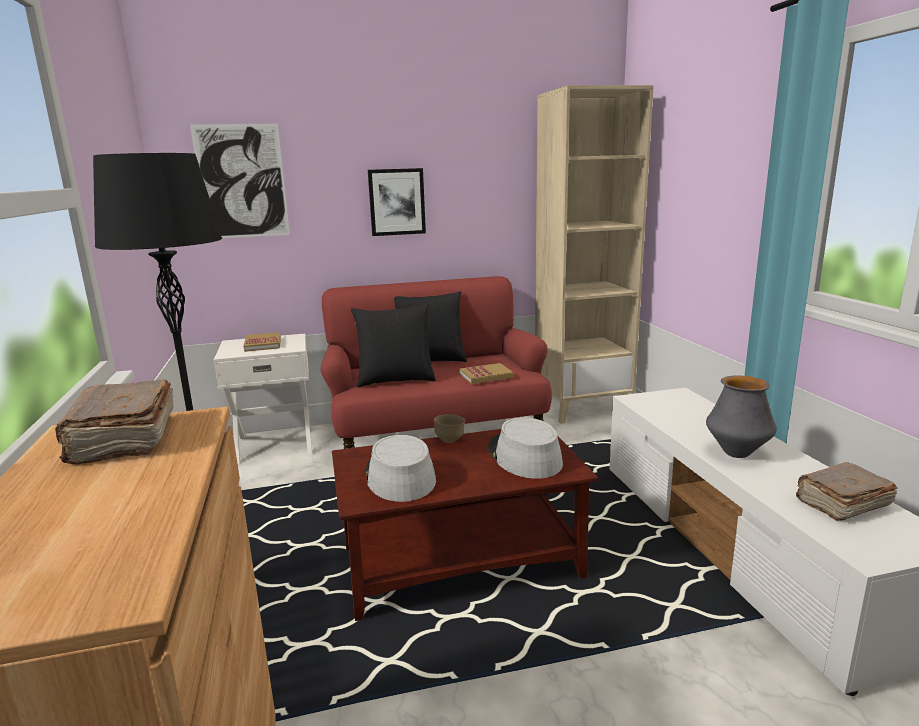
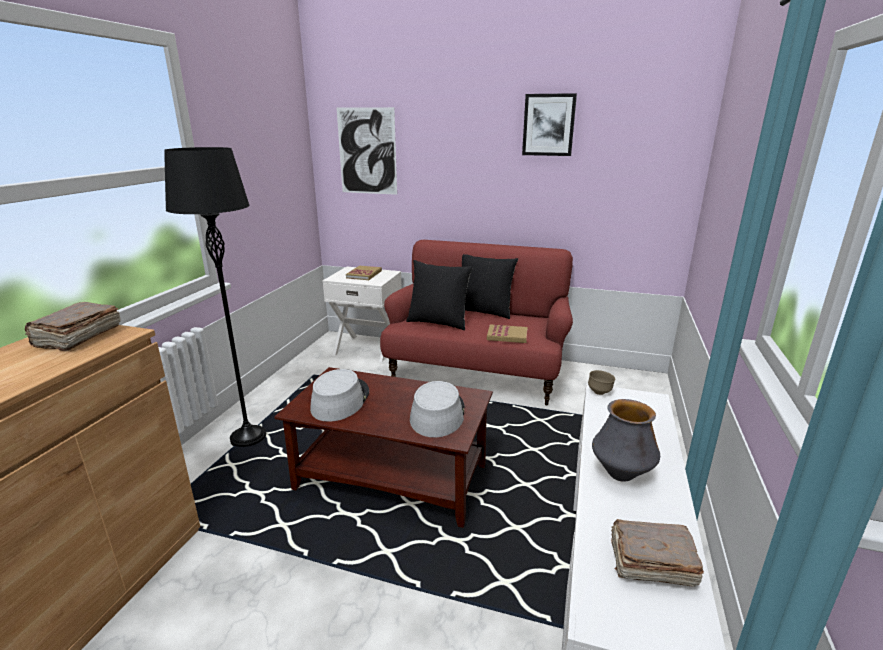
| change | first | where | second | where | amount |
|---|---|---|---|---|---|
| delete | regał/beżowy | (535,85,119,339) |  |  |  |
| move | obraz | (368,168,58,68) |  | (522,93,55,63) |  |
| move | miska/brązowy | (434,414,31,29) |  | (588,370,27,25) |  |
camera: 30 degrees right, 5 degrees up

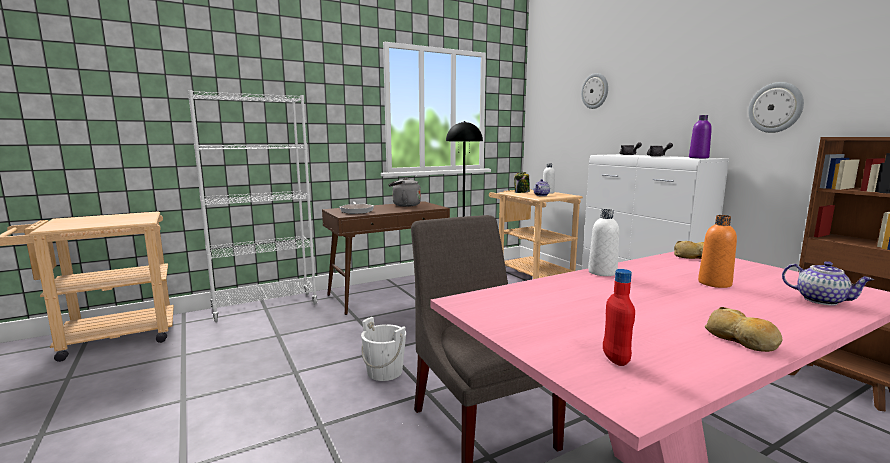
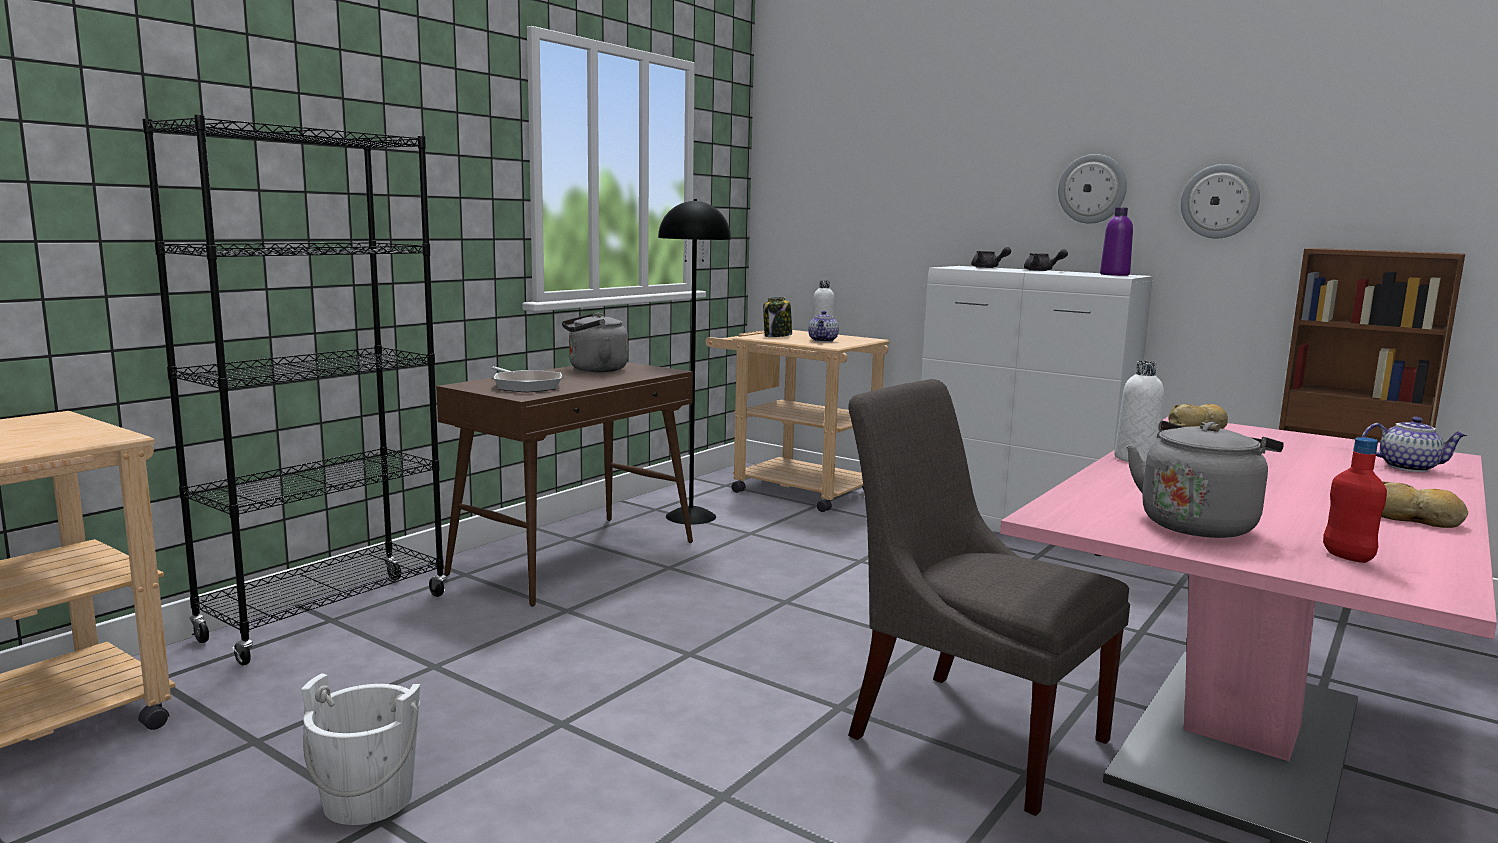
| change | first | where | second | where | amount |
|---|---|---|---|---|---|
| move | zegar ścienny | (581,73,27,36) |  | (1058,154,69,70) |  |
| recolor | regał/biały | (188,90,129,232) | regał/czarny | (142,115,304,550) |  |
| delete | butelka/pomarańczowy | (698,215,39,73) |  |  |  |
| move | wiadro/biały | (361,317,45,64) |  | (301,673,119,152) |  |
| insert |  |  | czajnik/szary | (1127,420,157,118) |  |
camera: 25 degrees left, 0 degrees up

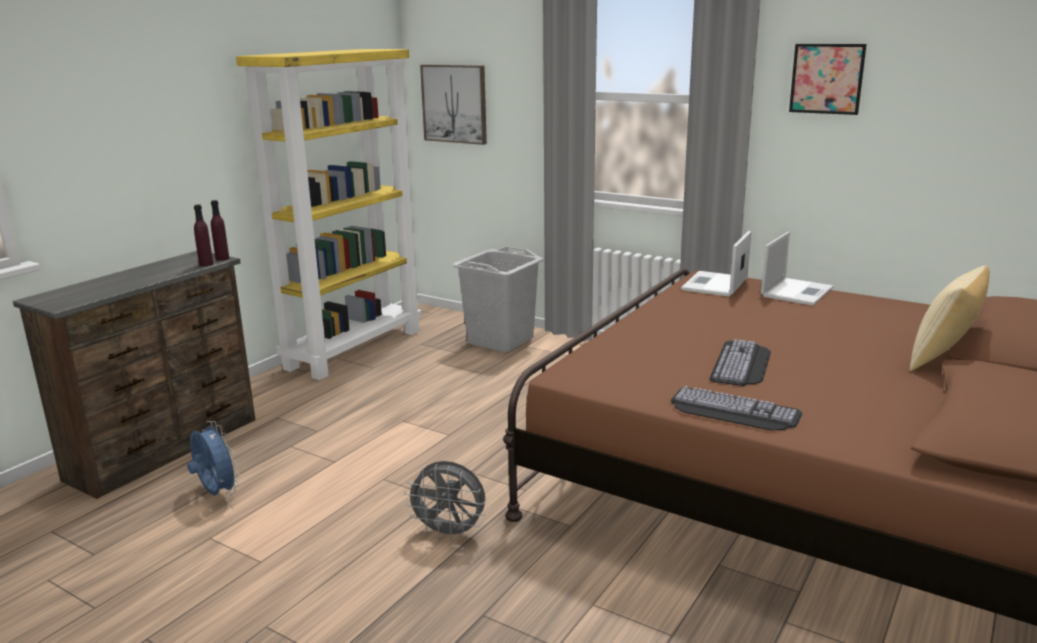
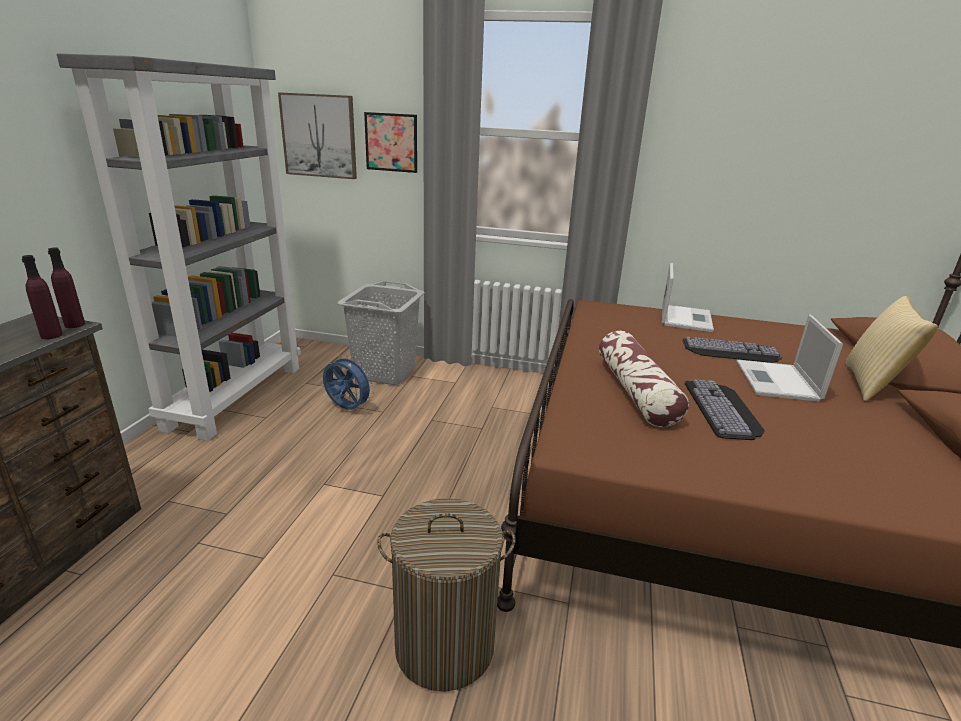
| change | first | where | second | where | amount |
|---|---|---|---|---|---|
| move | obraz | (789,44,77,71) |  | (364,112,53,61) |  |
| recolor | regał/żółty | (236,49,186,331) | regał/szary | (57,53,244,388) |  |
| move | laptop | (681,231,70,66) |  | (736,314,107,88) |  |
| move | klawiatura | (671,386,132,45) |  | (682,337,100,26) |  |
| move | wentylator/niebieski | (187,421,53,75) |  | (323,354,51,56) |  |
| replace | wentylator/szary | (404,461,82,80) | kosz na pranie | (377,498,139,194) |  |
| insert |  |  | poduszka | (599,331,90,96) |  |
camera: 20 degrees left, 5 degrees up

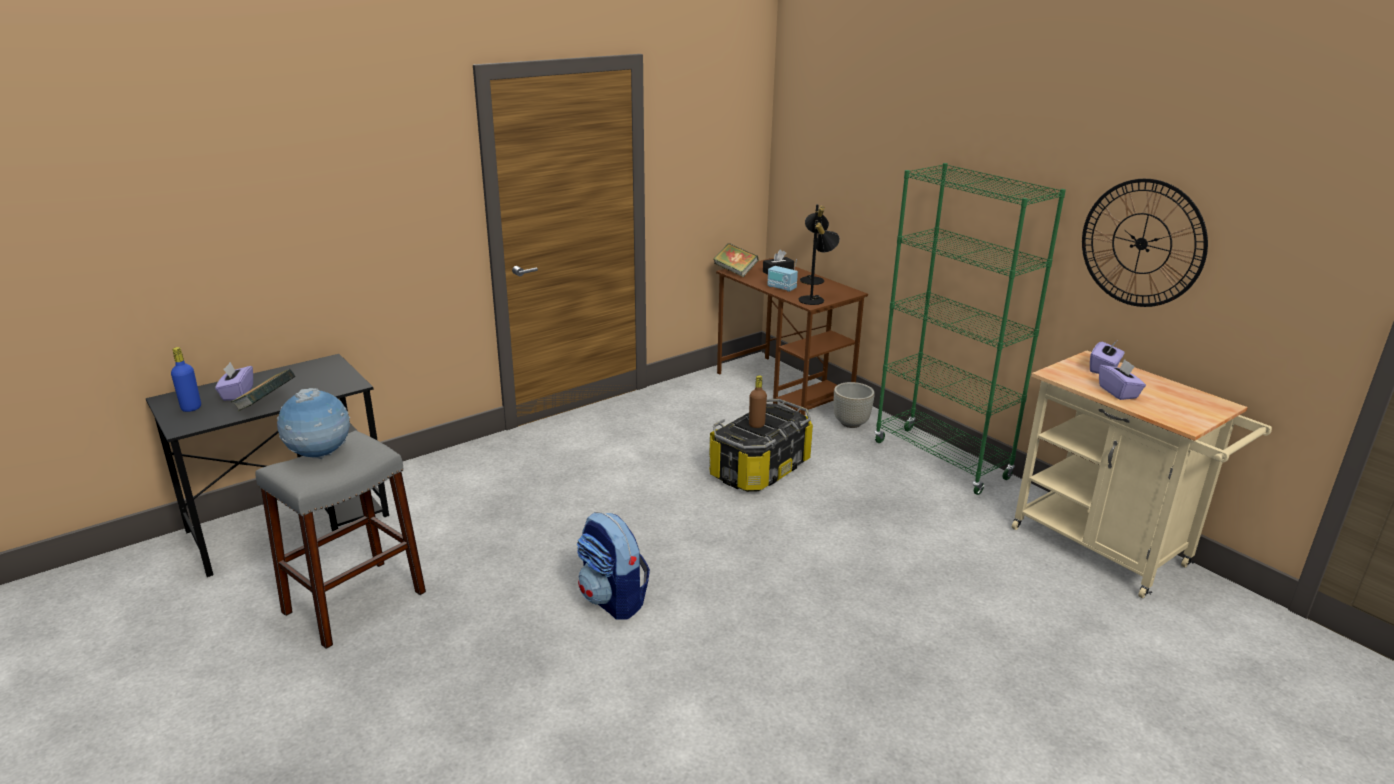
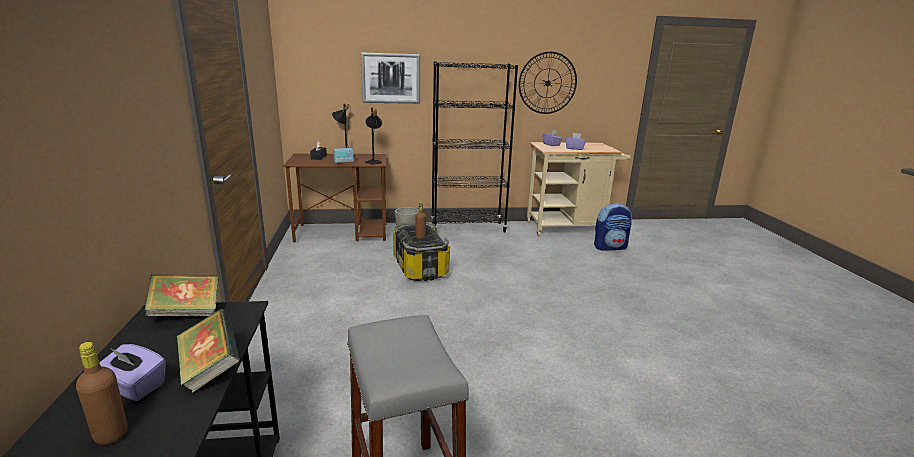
| change | first | where | second | where | amount |
|---|---|---|---|---|---|
| recolor | regał/zielony | (875,163,191,332) | regał/czarny | (431,61,87,172) |  |
| move | książka | (714,243,45,34) |  | (145,274,73,42) |  |
| recolor | butelka/niebieski | (171,347,30,65) | butelka/brązowy | (76,342,52,103) |  |
| delete | globus | (277,388,73,71) |  |  |  |
| move | plecak | (577,512,73,107) |  | (594,203,38,47) |  |
| insert |  |  | obraz | (361,52,59,52) |  |
camera: 60 degrees left, 5 degrees down

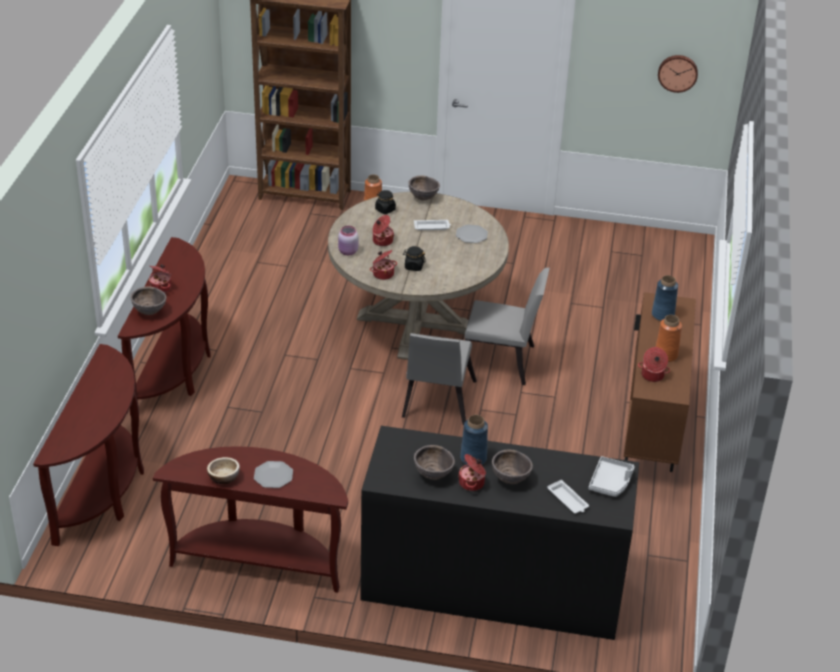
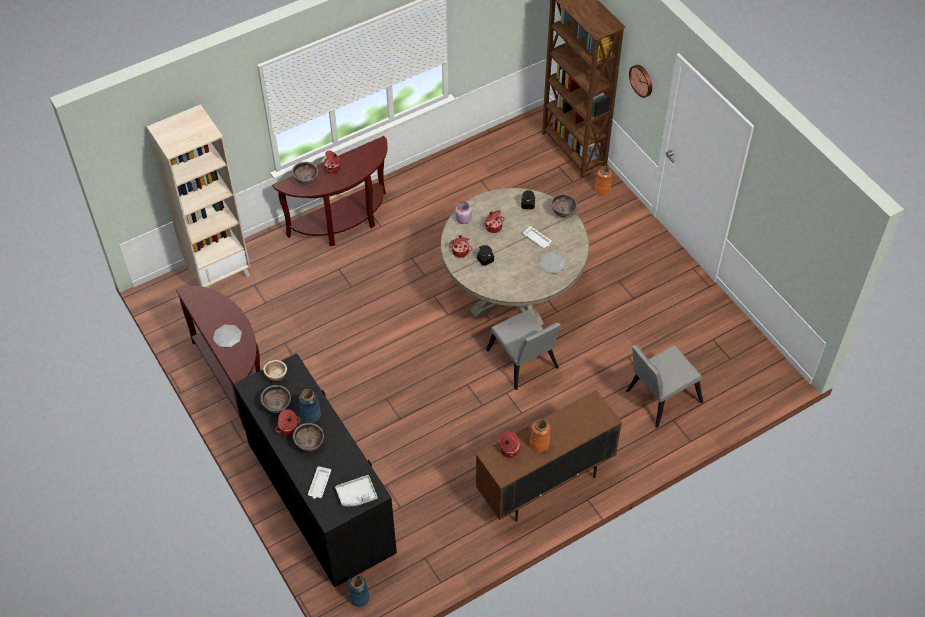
| change | first | where | second | where | amount |
|---|---|---|---|---|---|
| move | zegar ścienny | (658,55,40,38) |  | (629,65,23,33) |  |
| move | wazon/niebieski | (652,275,26,46) |  | (349,576,21,31) |  |
| move | krzesło/szary | (402,333,75,92) |  | (626,345,77,83) |  |
| replace | stolik konsolowy/brązowy | (33,344,111,202) | regał/beżowy | (147,104,103,184) |  |
| move | miska | (207,457,33,27) |  | (263,360,24,22) |  |
camera: 50 degrees right, 15 degrees up

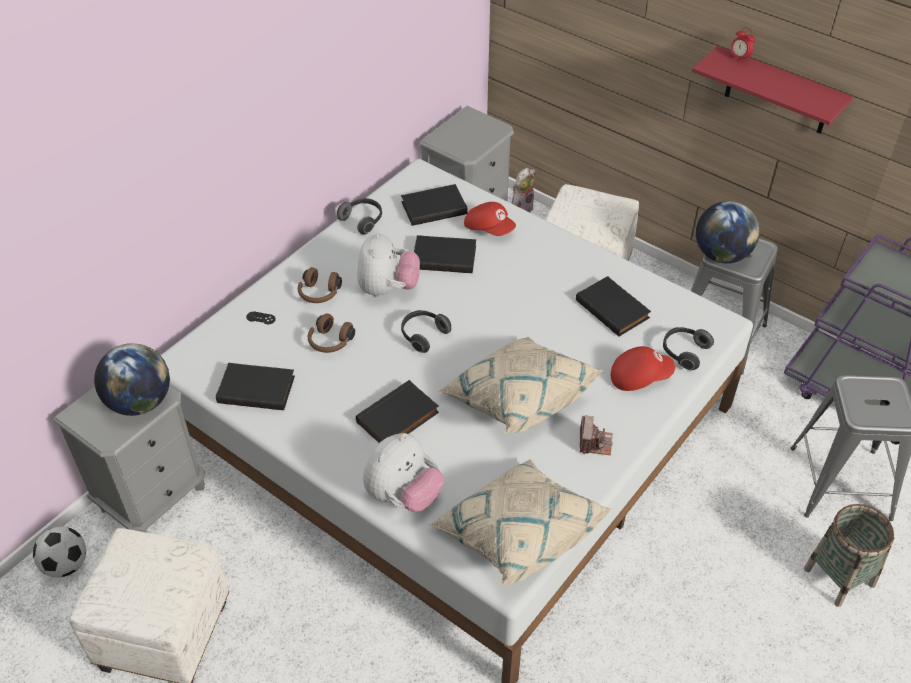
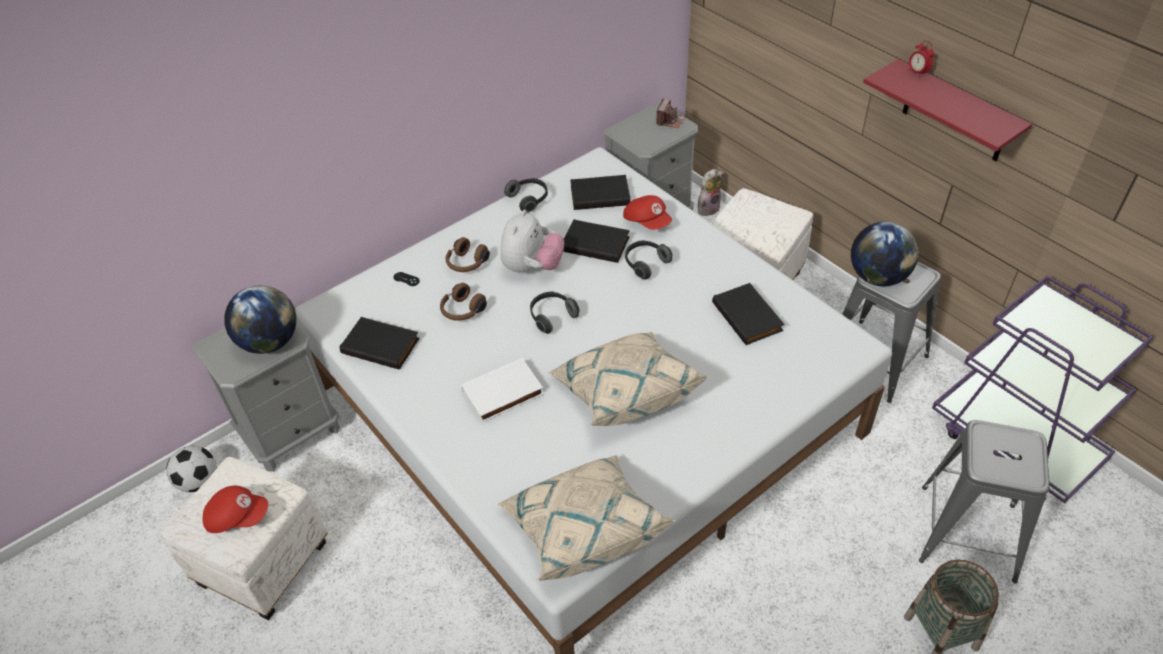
| change | first | where | second | where | amount |
|---|---|---|---|---|---|
| move | słuchawki | (663,327,51,43) |  | (625,240,47,39) |  |
| move | czapka z daszkiem/czerwony | (611,346,64,45) |  | (203,486,65,47) |  |
| recolor | książka/czarny | (356,380,83,63) | książka/biały | (461,358,83,64) |  |
| move | aparat fotograficzny | (580,415,32,40) |  | (656,98,29,30) |  |
| delete | pluszak | (363,433,81,79) |  |  |  |
camera: 15 degrees right, 0 degrees up

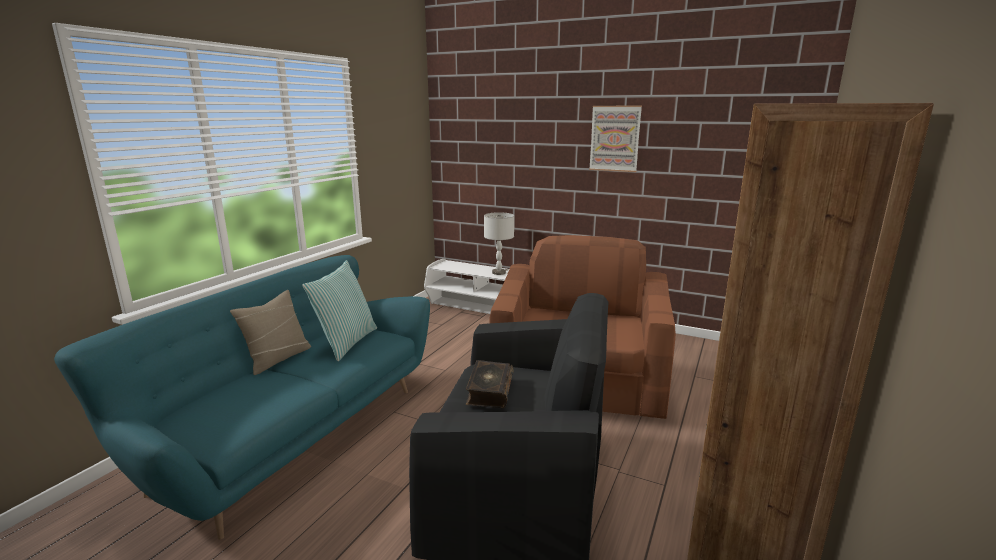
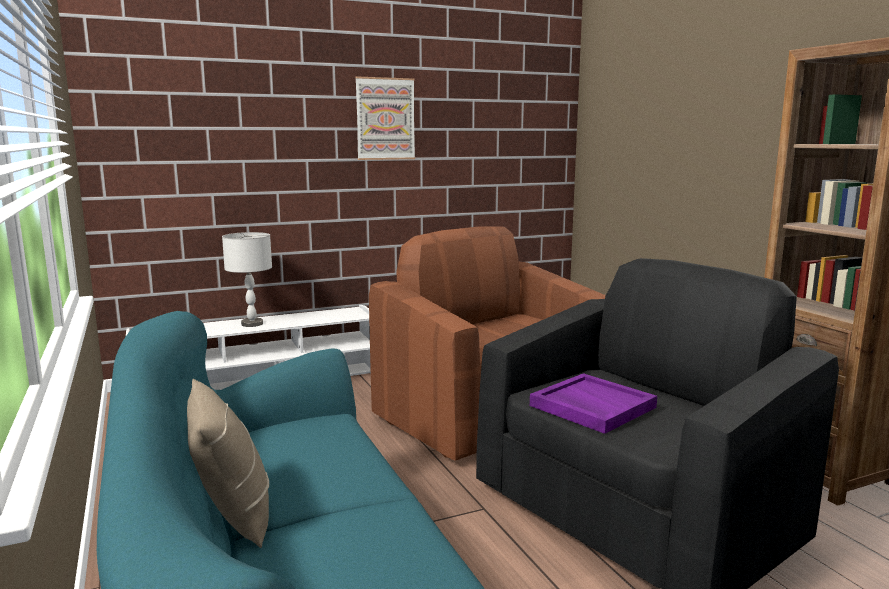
| change | first | where | second | where | amount |
|---|---|---|---|---|---|
| delete | poduszka | (302,260,75,101) |  |  |  |
| replace | książka | (466,360,47,48) | taca/fioletowy | (530,373,127,61) |  |
camera: 50 degrees left, 5 degrees down

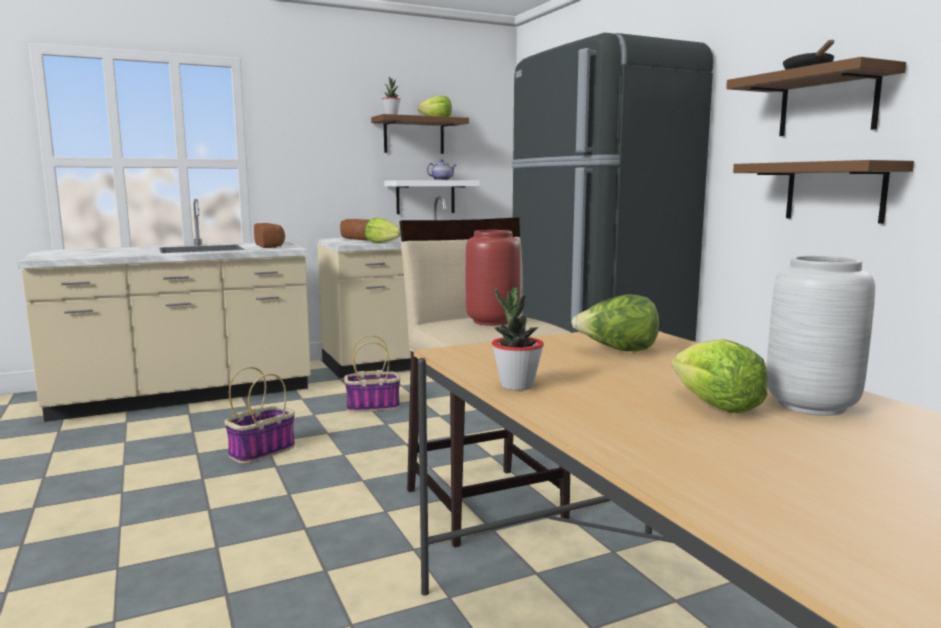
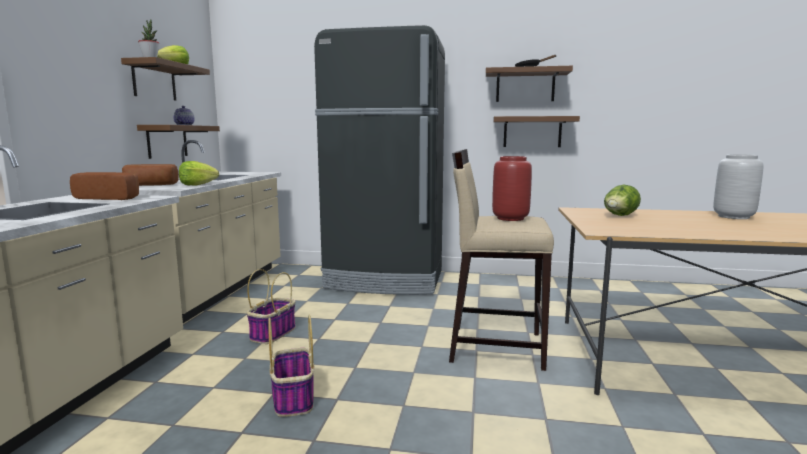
| change | first | where | second | where | amount |
|---|---|---|---|---|---|
| recolor | półka/biały | (384,181,96,33) | półka/brązowy | (137,125,83,34) |  |
| delete | roślina doniczkowa | (492,288,52,102) |  |  |  |
| delete | sałata | (672,339,96,75) |  |  |  |
camera: 55 degrees left, 0 degrees up

